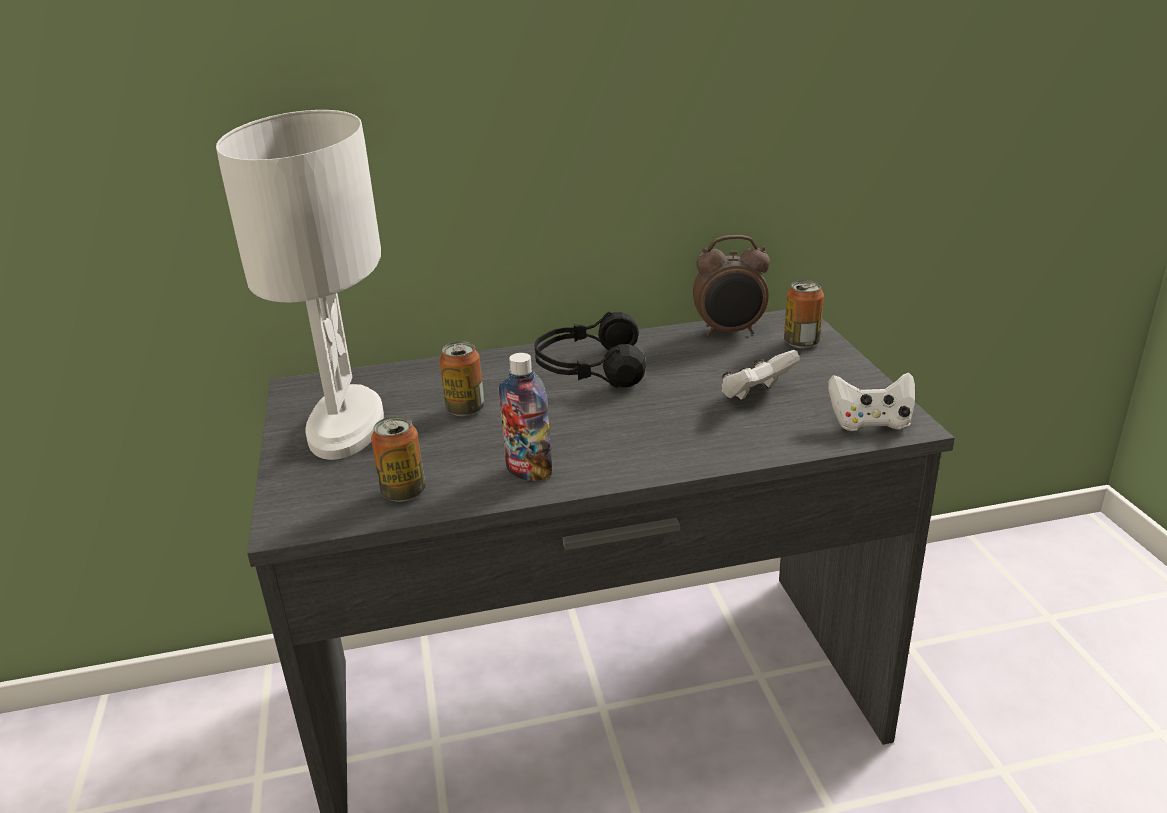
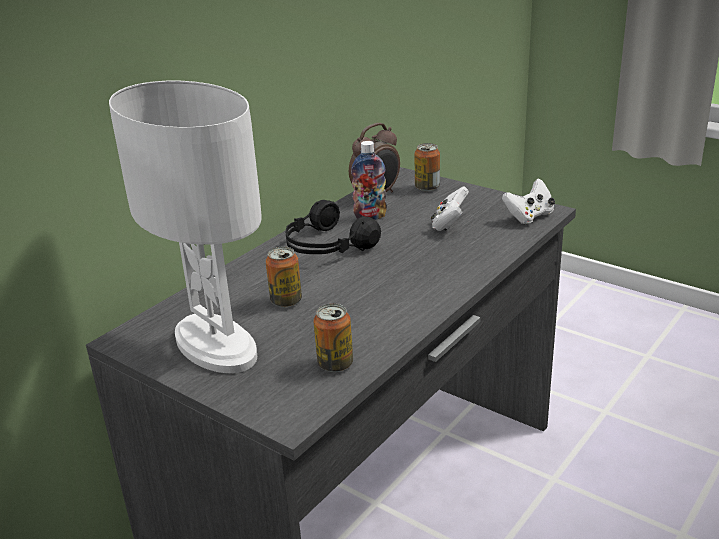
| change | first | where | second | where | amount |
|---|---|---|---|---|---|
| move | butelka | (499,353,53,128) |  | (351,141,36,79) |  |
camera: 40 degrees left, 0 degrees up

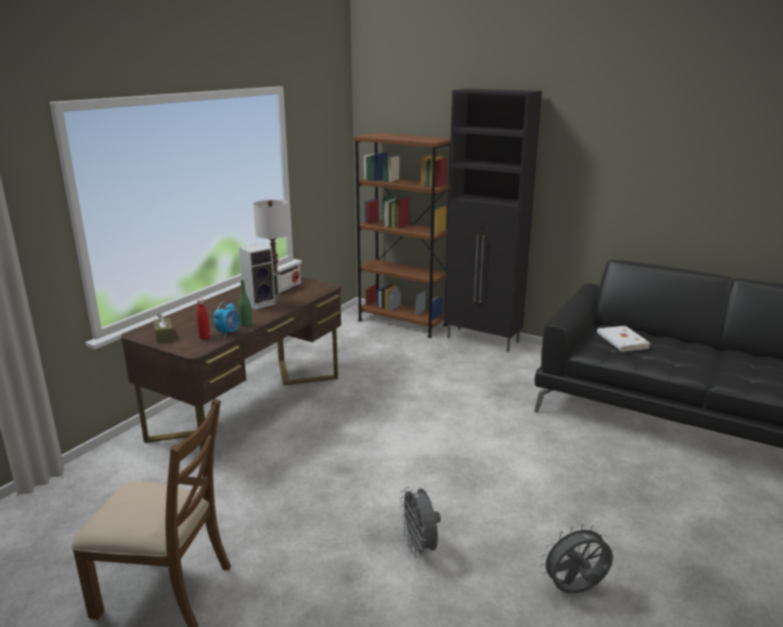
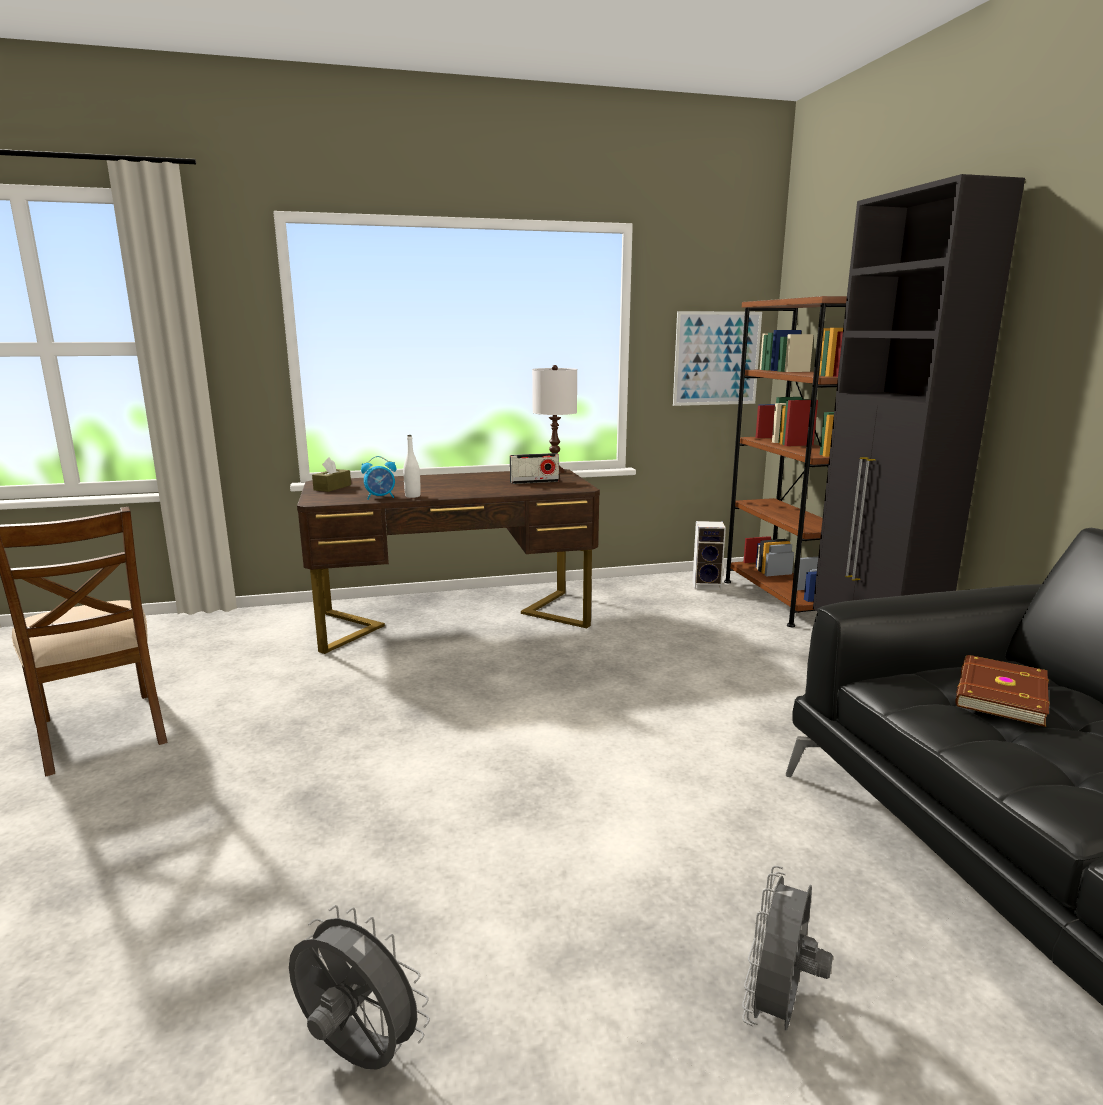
| change | first | where | second | where | amount |
|---|---|---|---|---|---|
| move | głośnik | (239,244,37,66) |  | (692,521,34,69) |  |
| recolor | butelka/zielony | (238,280,14,47) | butelka/biały | (403,435,18,63) |  |
| delete | butelka/czerwony | (197,299,13,41) |  |  |  |
| recolor | książka/biały | (597,326,54,26) | książka/brązowy | (955,655,95,72) |  |
| move | wentylator/szary | (399,487,42,71) |  | (742,866,91,164) |  |
| insert |  |  | obraz | (673,311,89,95) |  |
camera: 45 degrees right, 5 degrees down

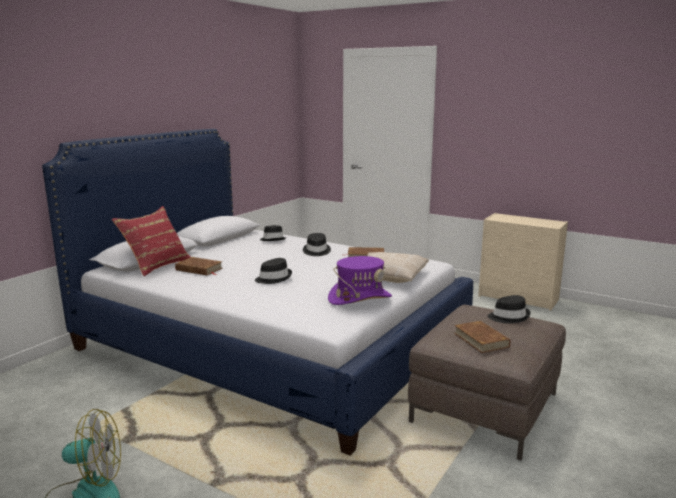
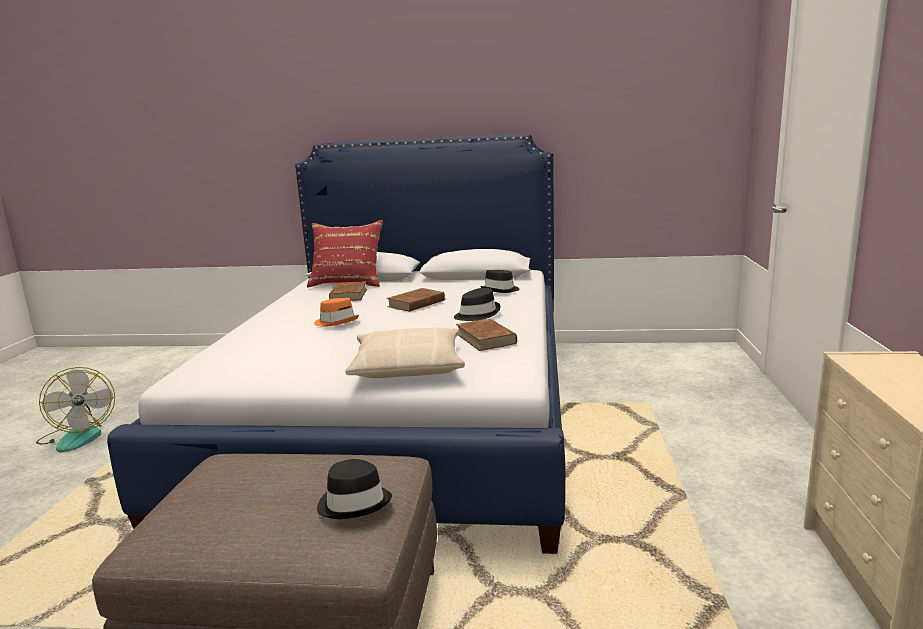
| change | first | where | second | where | amount |
|---|---|---|---|---|---|
| delete | kapelusz/fioletowy | (328,256,64,49) |  |  |  |
| recolor | kapelusz/czarny | (255,258,37,26) | kapelusz/pomarańczowy | (314,298,45,29) |  |
| move | książka/brązowy | (454,321,57,32) |  | (387,288,58,24) |  |
camera: 65 degrees right, 0 degrees up

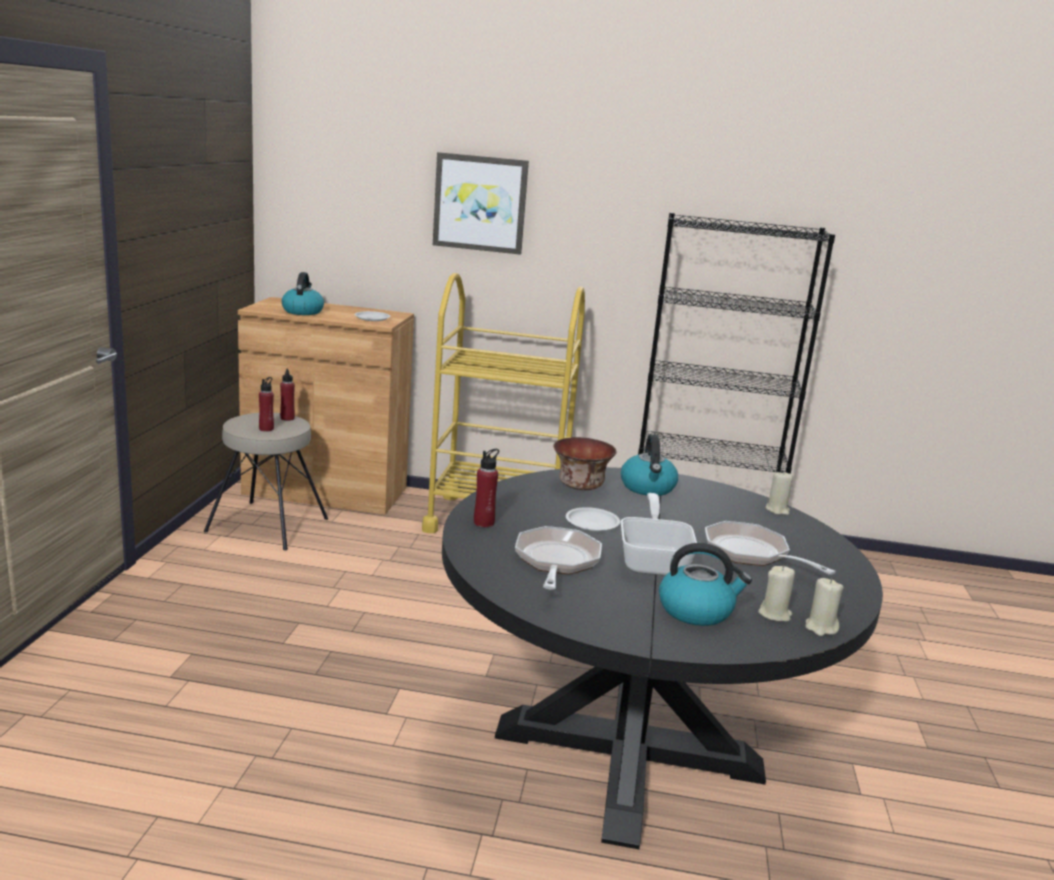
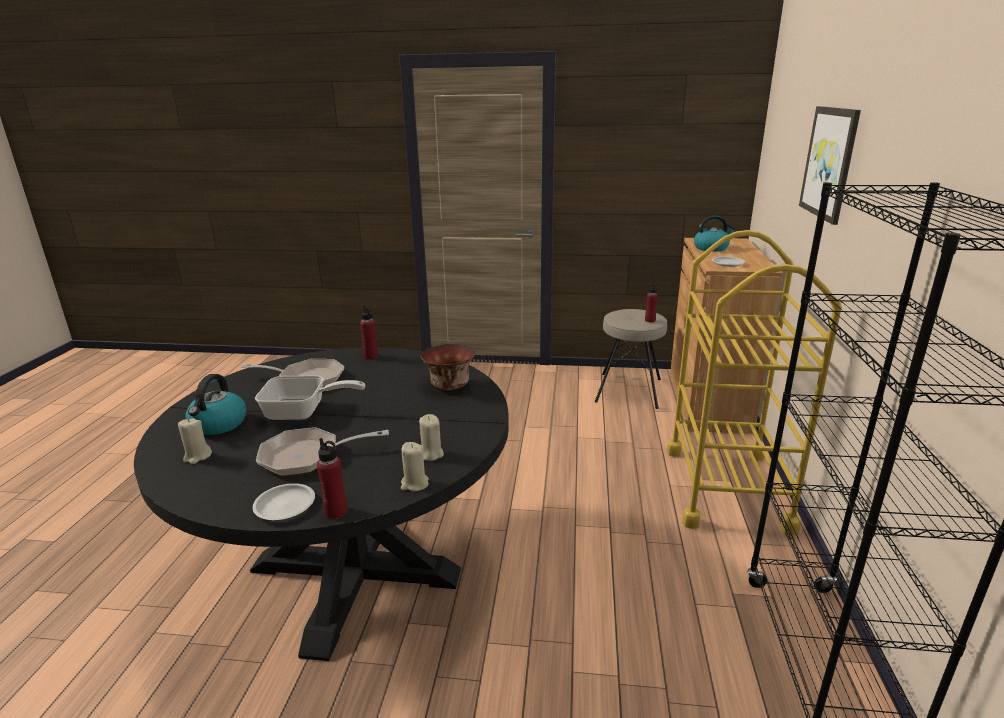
| change | first | where | second | where | amount |
|---|---|---|---|---|---|
| move | butelka/czerwony | (259,377,15,54) |  | (317,438,31,81) |  |
| delete | czajnik | (621,434,57,62) |  |  |  |
| move | talerz/biały | (566,507,54,25) |  | (253,483,62,37) |  |
| rotate | patelnia | (705,521,131,54) |  | (256,427,133,49) | 150 degrees counterclockwise |
| move | świeca/beżowy | (805,578,39,58) |  | (419,414,25,47) |  |
camera: 90 degrees right, 5 degrees up

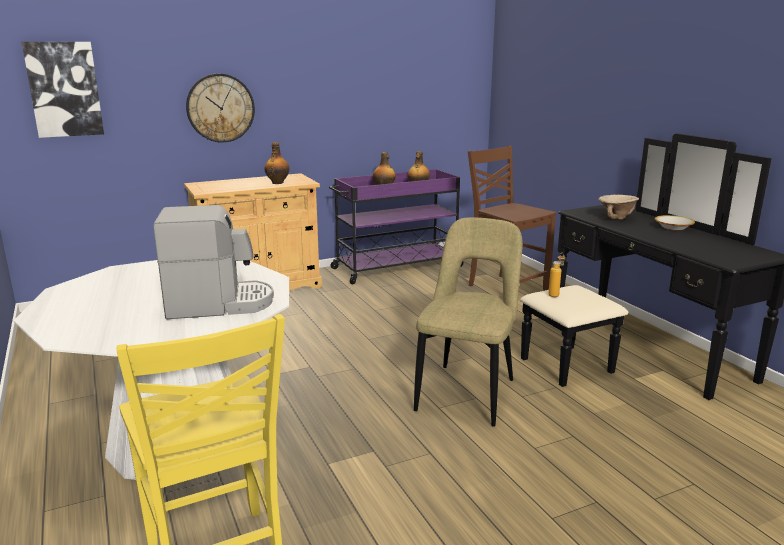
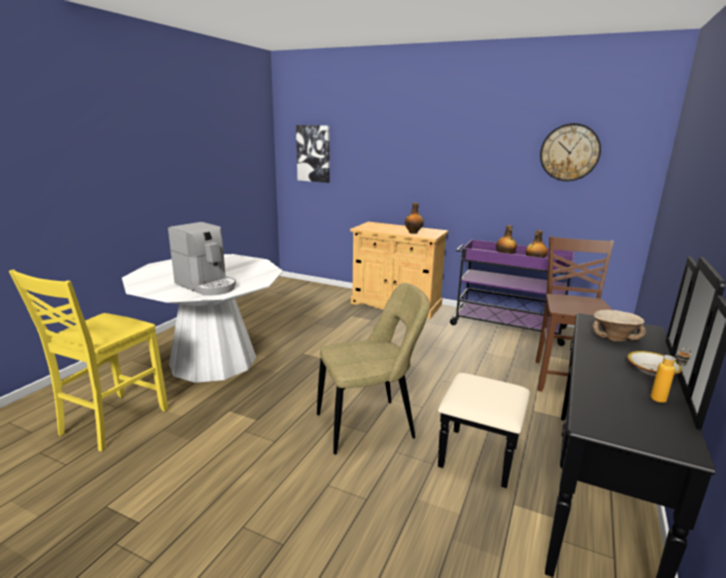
| change | first | where | second | where | amount |
|---|---|---|---|---|---|
| move | zegar ścienny | (186,74,69,69) |  | (540,123,61,58) |  |
| move | butelka | (548,252,17,45) |  | (650,348,41,55) |  |
camera: 50 degrees right, 0 degrees up

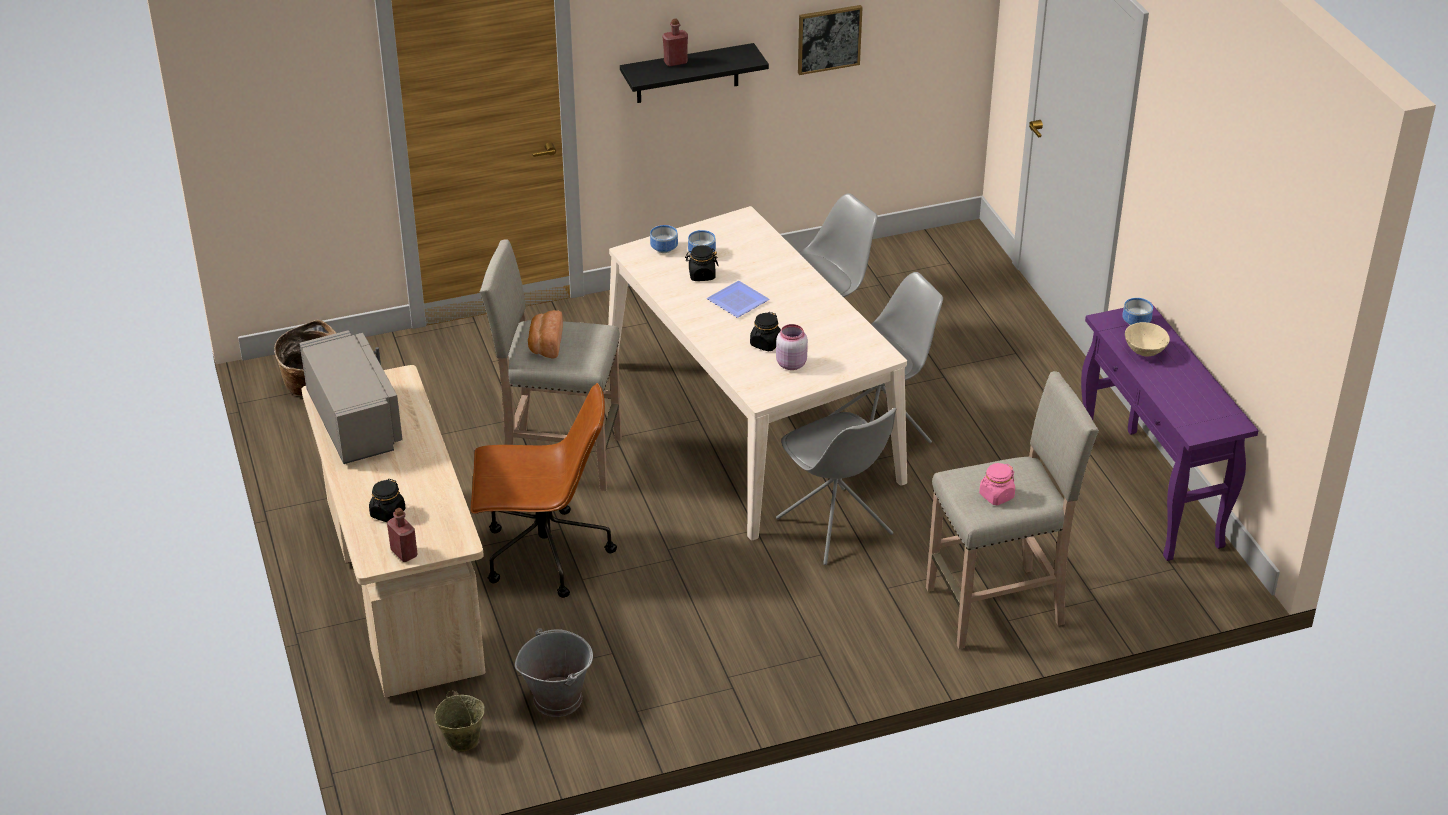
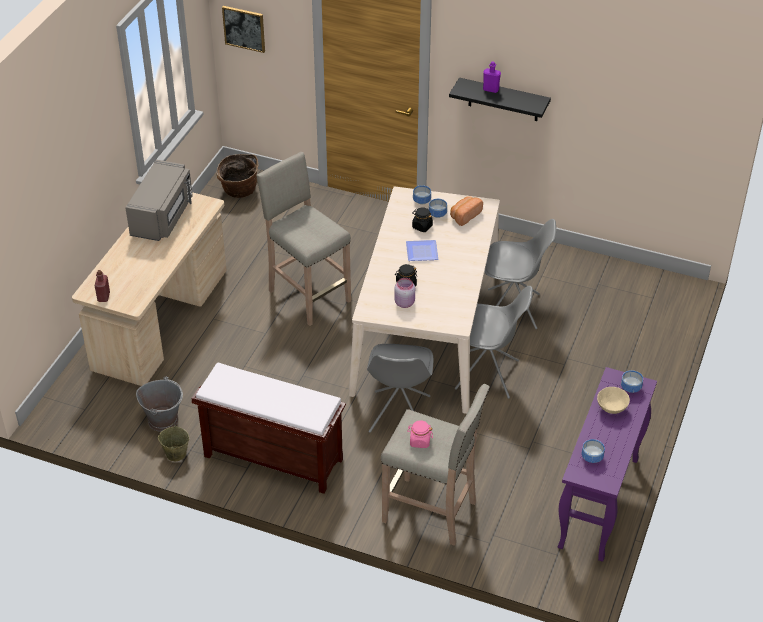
| change | first | where | second | where | amount |
|---|---|---|---|---|---|
| move | obraz | (798,5,65,70) |  | (222,6,43,47) |  |
| recolor | butelka/czerwony | (662,18,26,48) | butelka/fioletowy | (483,61,18,32) |  |
| move | chleb | (528,310,35,48) |  | (450,196,33,30) |  |
| delete | krzesło biurowe/brązowy | (470,383,147,215) |  |  |  |
| delete | słoik/czarny | (369,479,37,43) |  |  |  |
| move | wiadro/beżowy | (435,691,50,61) |  | (158,423,31,38) |  |
| insert |  |  | ławka/brązowy | (192,363,154,131) |  |
| insert |  |  | miska | (582,439,23,24) |  |
camera: 40 degrees right, 5 degrees up

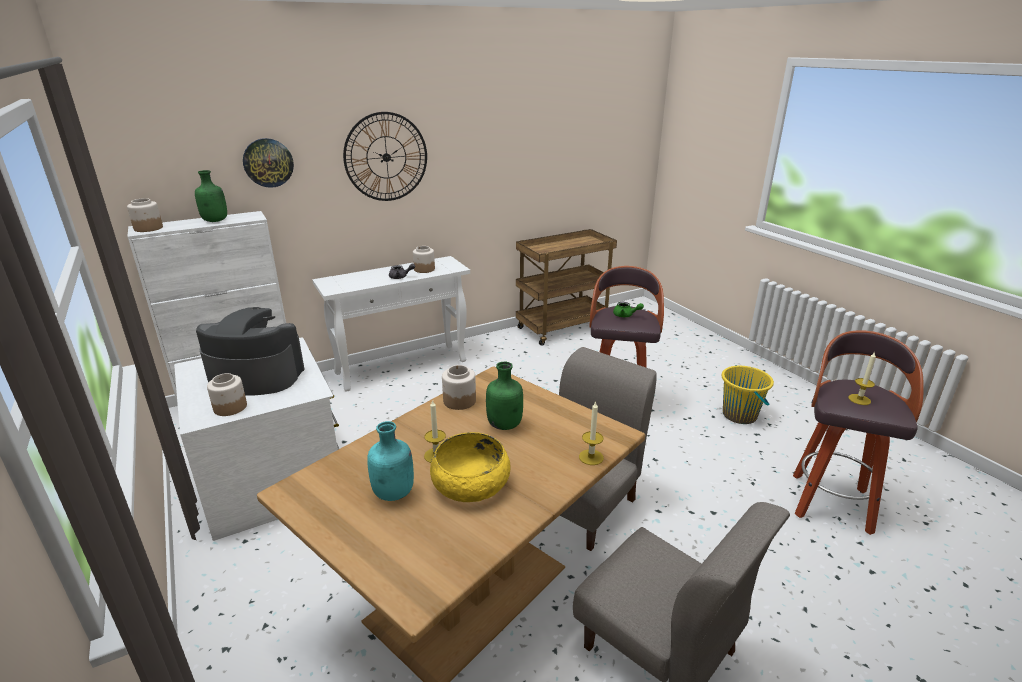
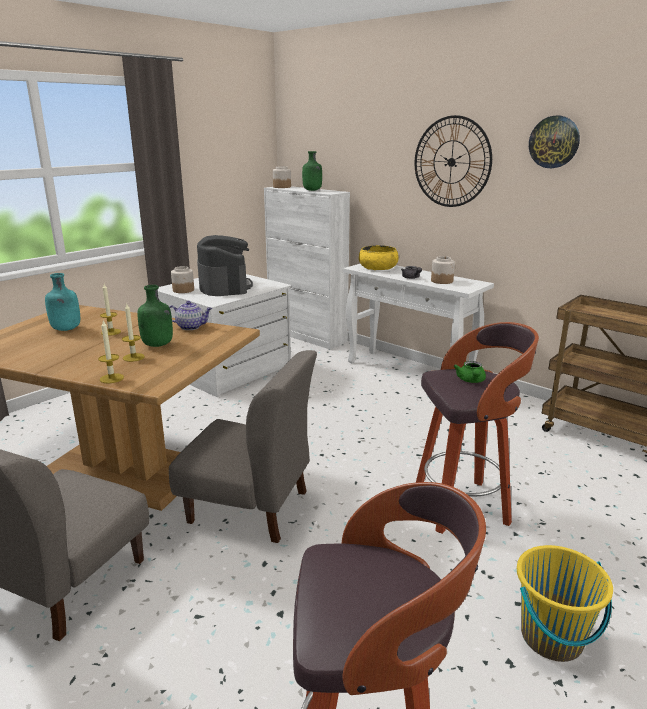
| change | first | where | second | where | amount |
|---|---|---|---|---|---|
| move | zegar ścienny | (243,138,51,50) |  | (529,116,51,52) |  |
| move | świeca | (848,352,28,53) |  | (122,304,23,58) |  |
| replace | słoik | (442,365,34,45) | imbryk | (169,301,43,29) |  |
| move | miska/żółty | (430,432,80,70) |  | (359,245,40,25) |  |
camera: 70 degrees right, 5 degrees down

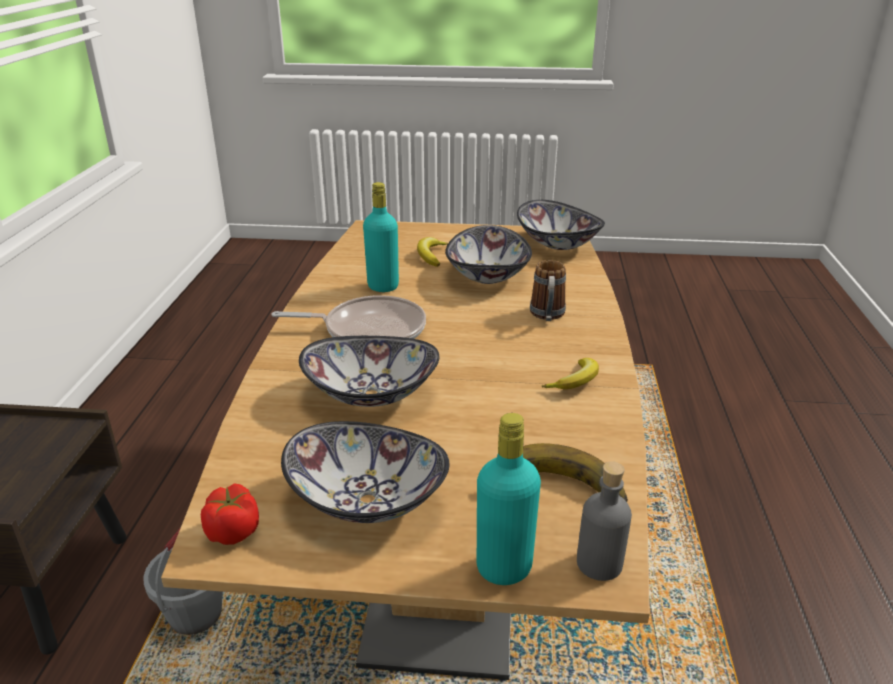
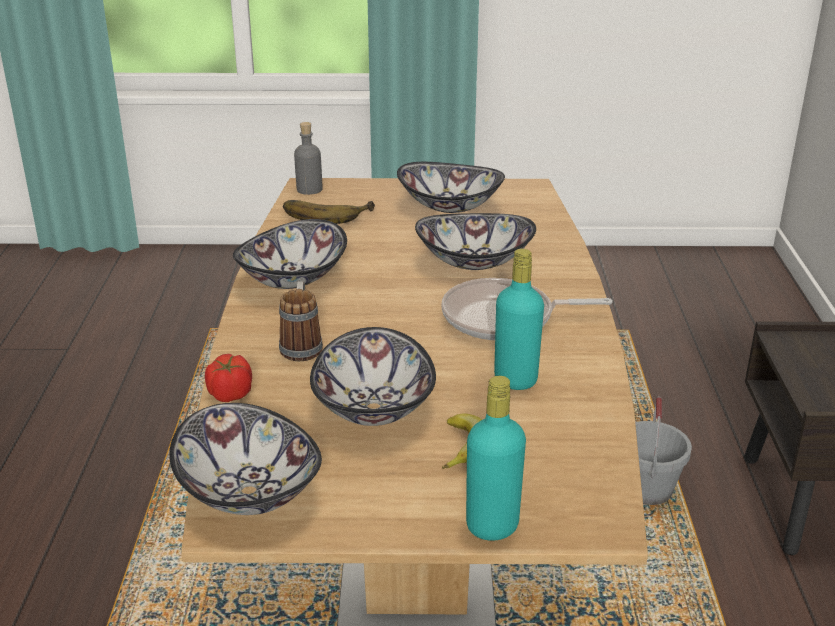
| change | first | where | second | where | amount |
|---|---|---|---|---|---|
| replace | banan | (541,358,58,31) | miska | (233,219,114,70) |  |
| move | butelka/turkusowy | (477,413,64,172) |  | (466,376,60,165) |  |
| move | pomidor | (201,483,58,62) |  | (205,354,47,48) |  |
camera: 175 degrees right, 0 degrees up

